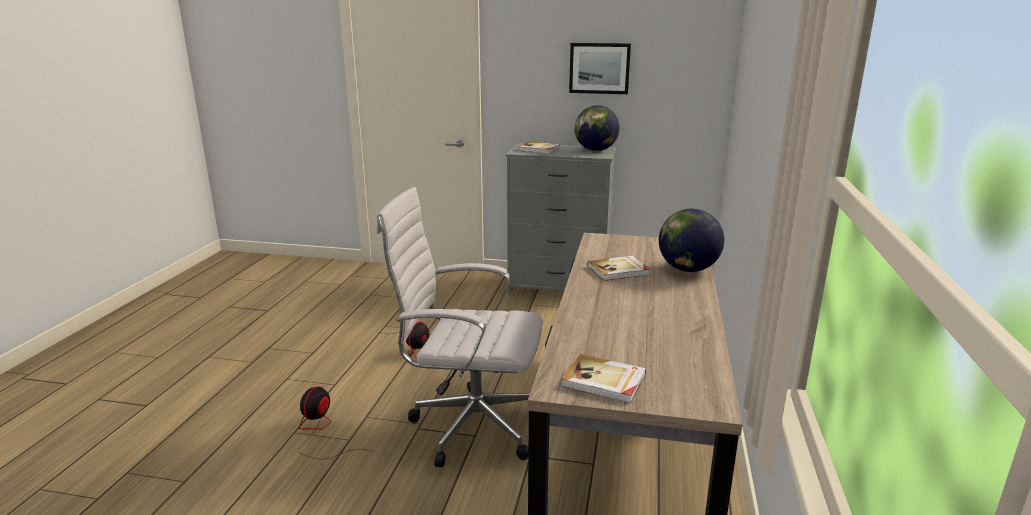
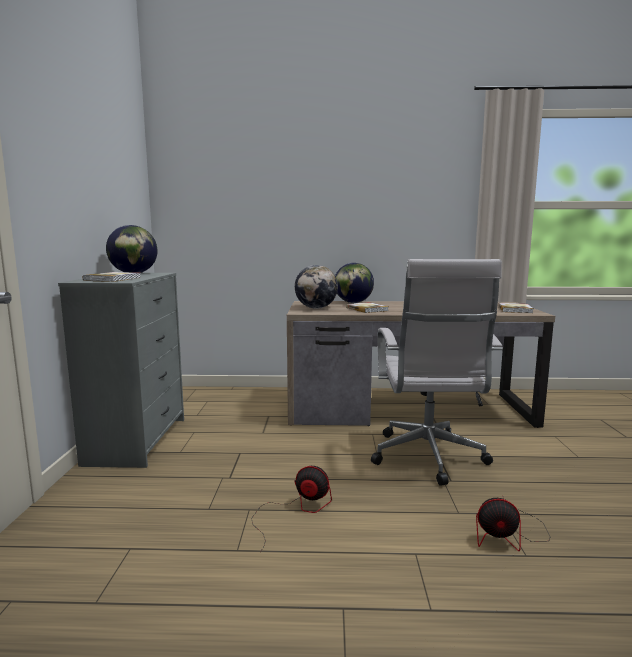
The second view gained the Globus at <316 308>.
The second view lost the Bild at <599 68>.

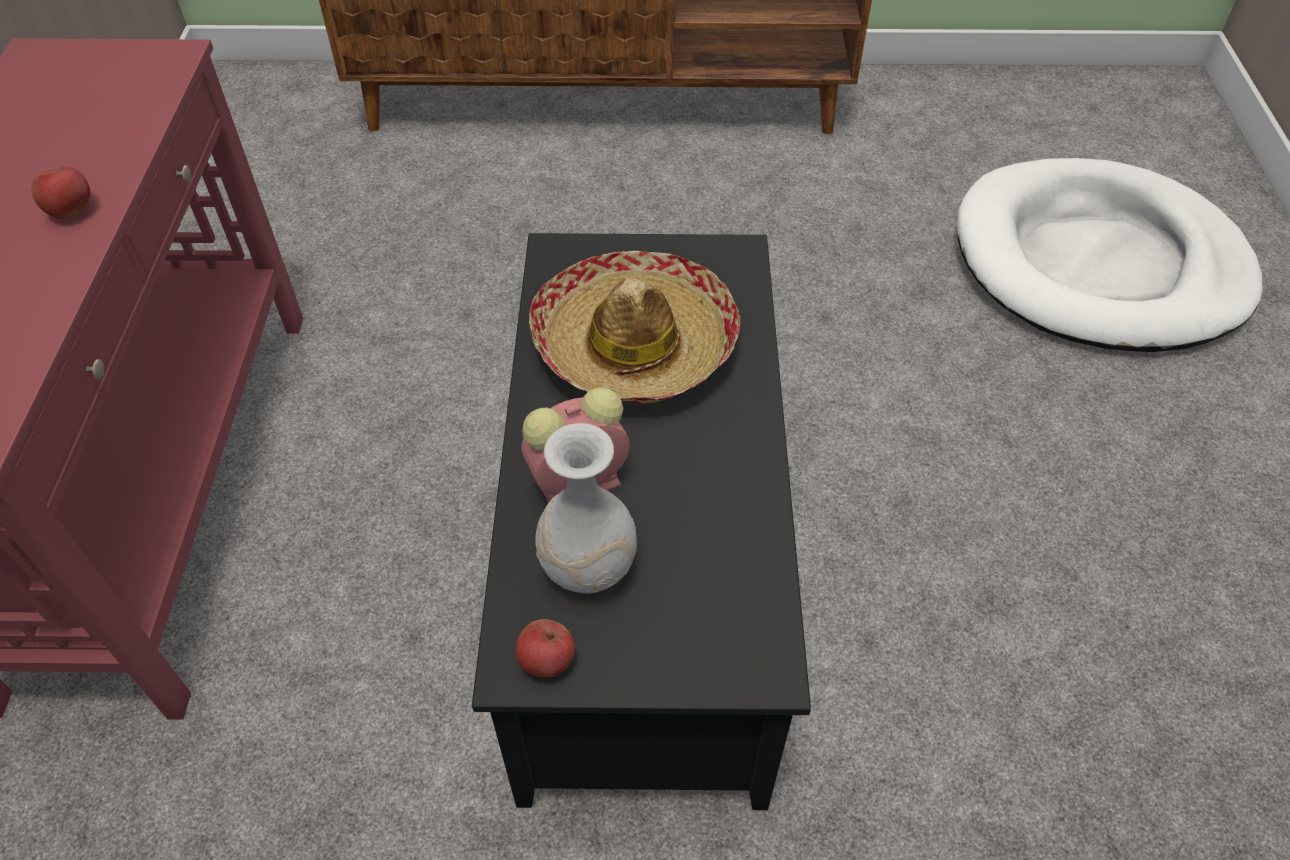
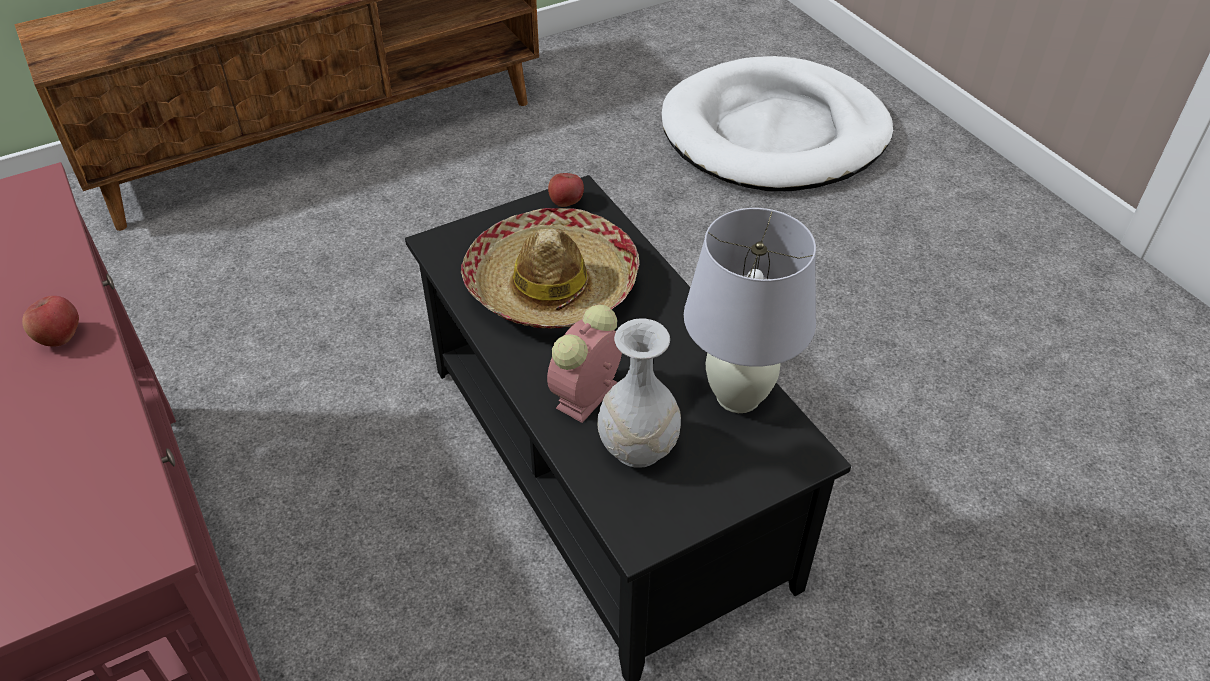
The Apfel ended up elsewhere, having gone from <546 661> to <566 202>.
The second view gained the Tischlampe/weiß at <738 396>.

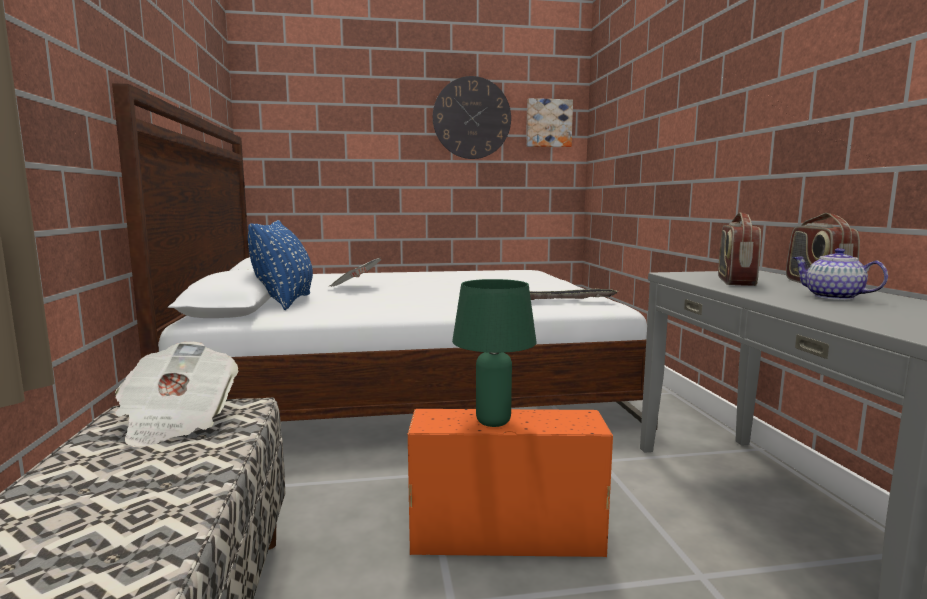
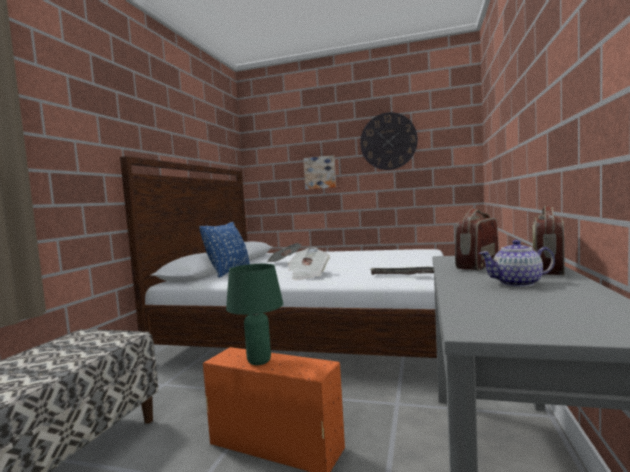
The Zeitung ended up elsewhere, having gone from <177 421> to <308 275>.
The Bild ended up elsewhere, having gone from <548 123> to <320 172>.
The Teekanne at <834 297> ended up facing another way, 75 degrees counterclockwise from before.

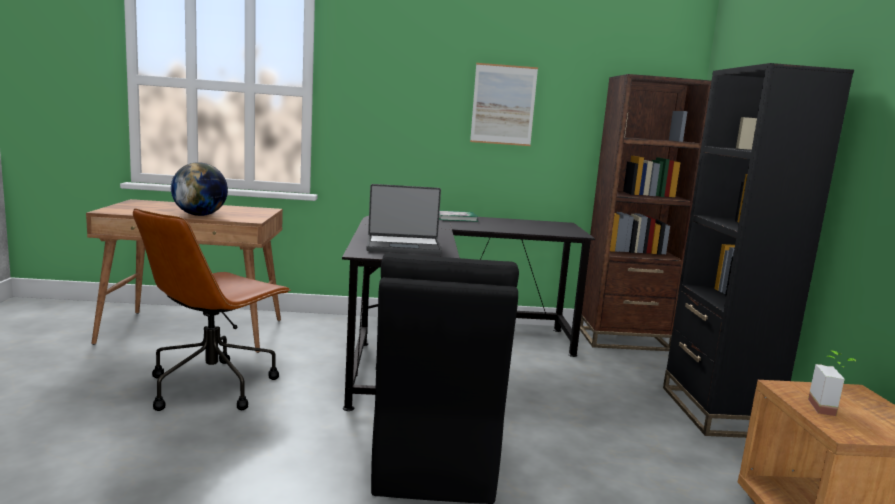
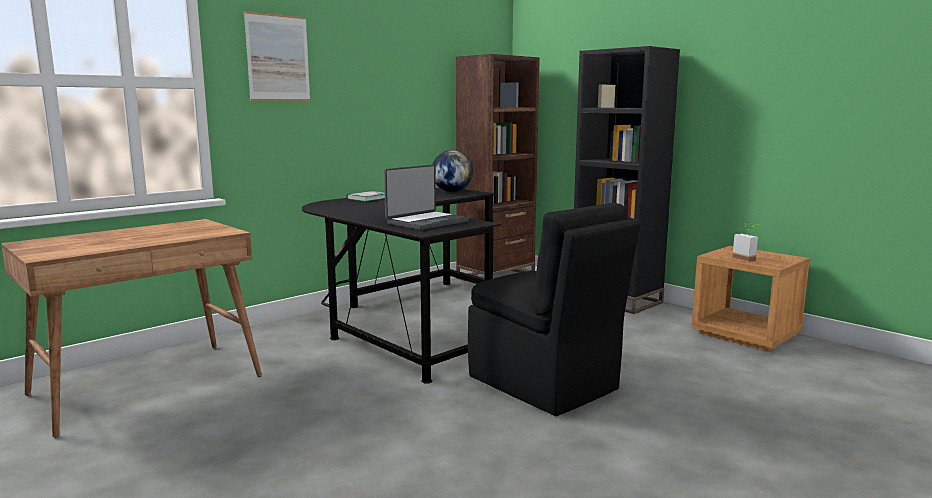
The Bild ended up elsewhere, having gone from <503 105> to <278 58>.
The Globus ended up elsewhere, having gone from <200 215> to <452 191>.
The second view lost the Bürostuhl/braun at <213 385>.

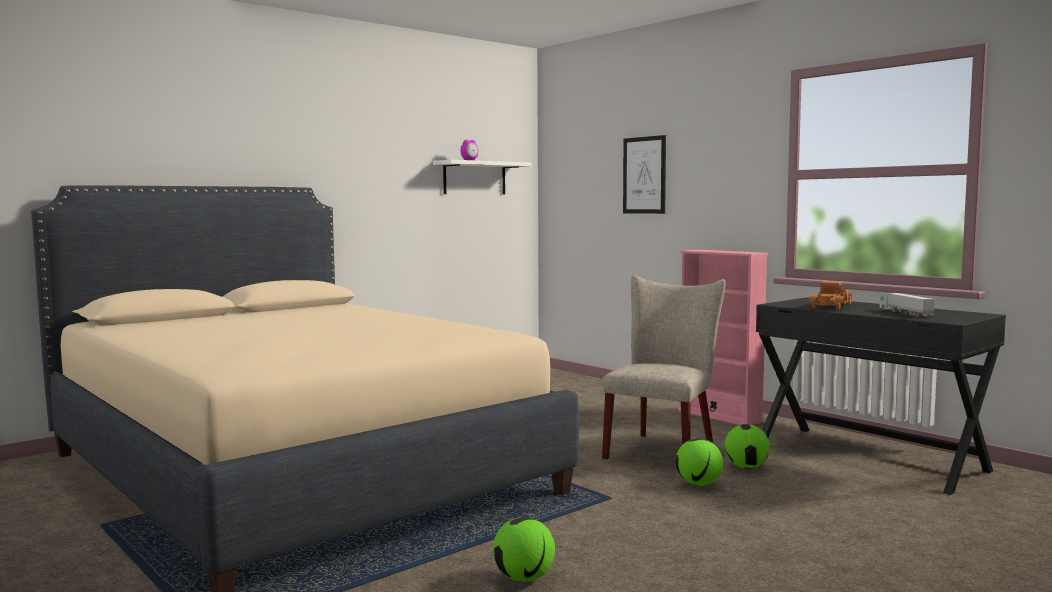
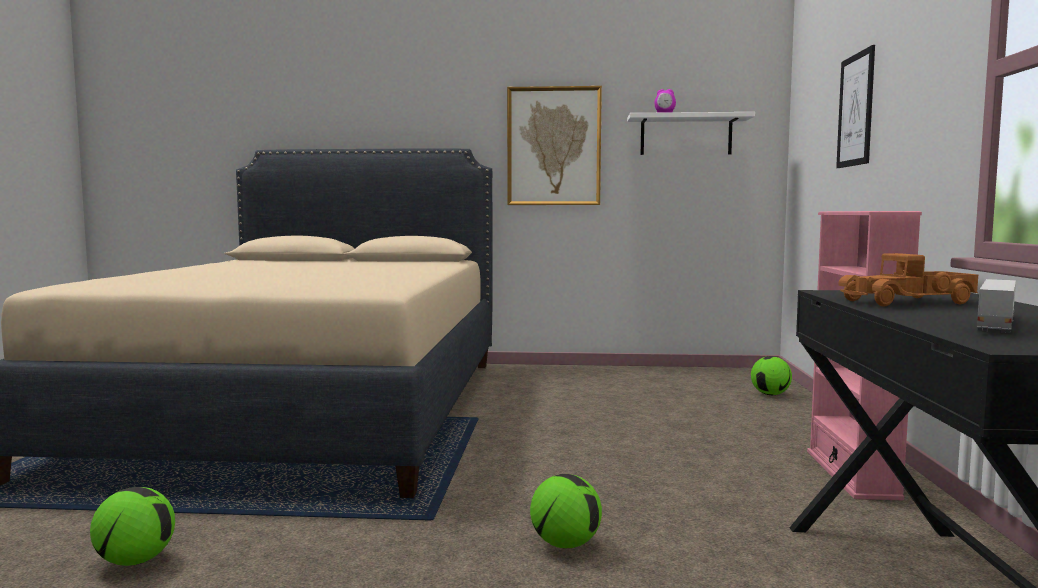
The second view gained the Bild at <554 146>.
The Fußball ended up elsewhere, having gone from <746 467> to <770 394>.
The second view lost the Stuhl/beige at <663 449>.

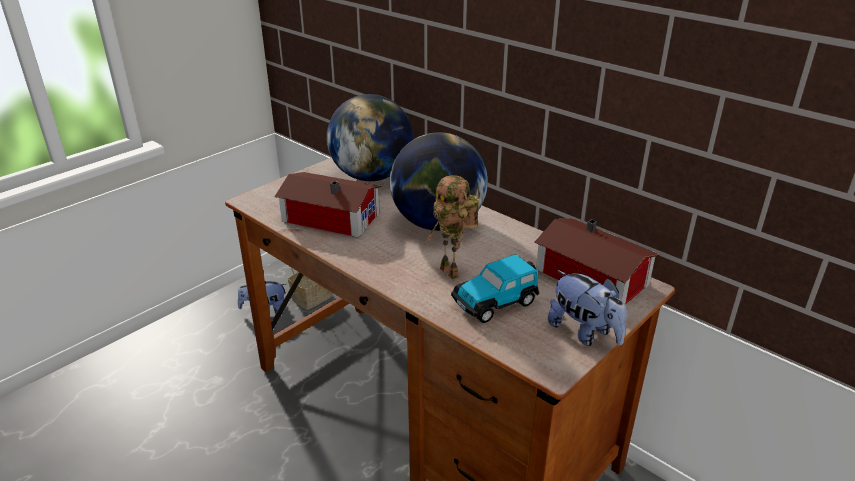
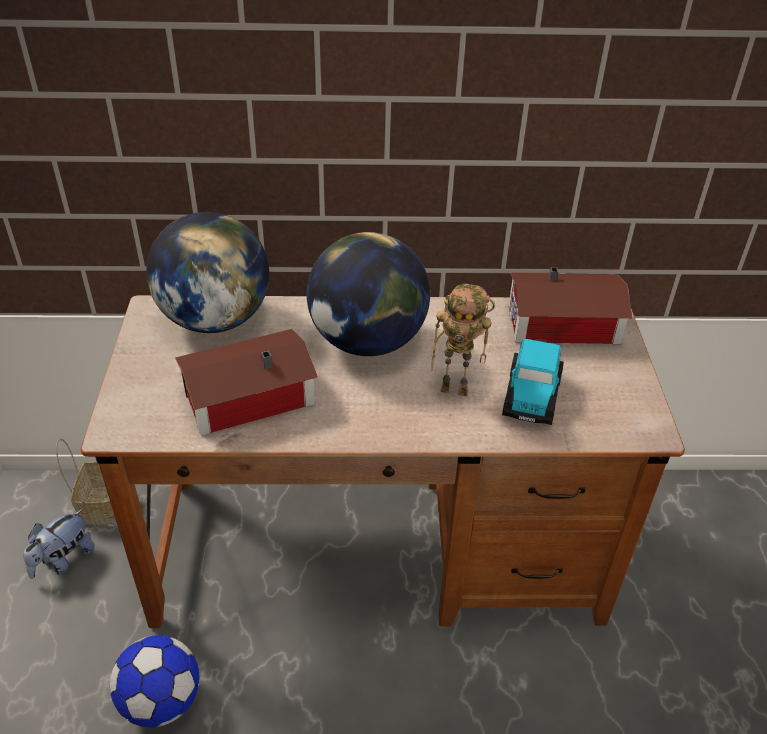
The second view gained the Fußball at <161 701>.
The second view lost the Plüschtier at <584 332>.

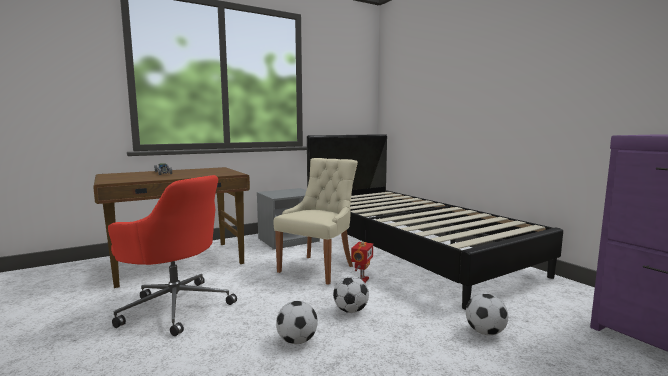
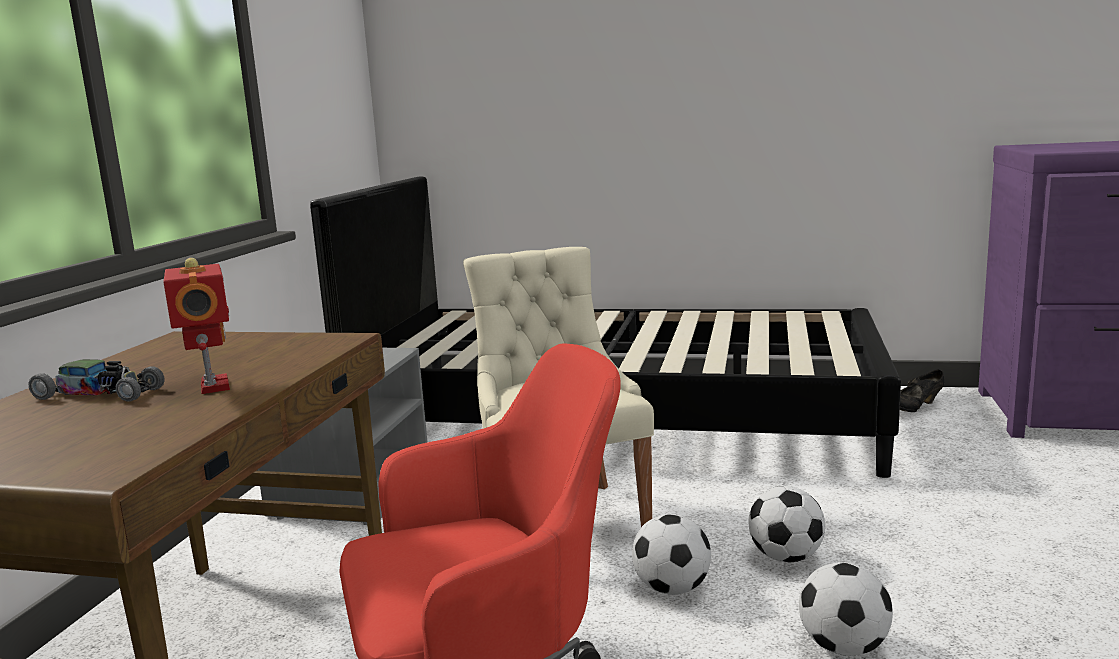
The Spielzeugroboter ended up elsewhere, having gone from <362 280> to <211 387>.
The Fußball ended up elsewhere, having gone from <485 332> to <672 589>.
The second view gained the Schuh/schwarz at <916 408>.

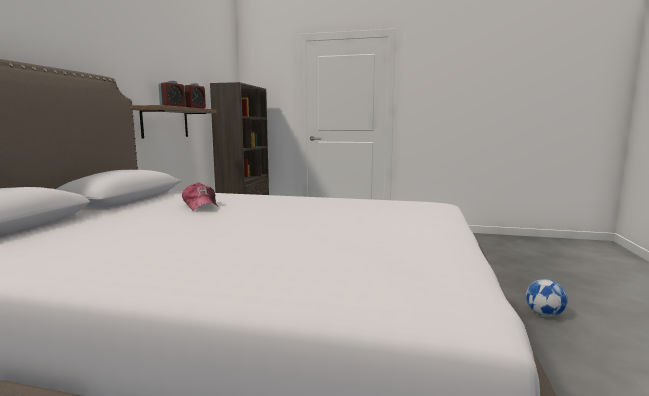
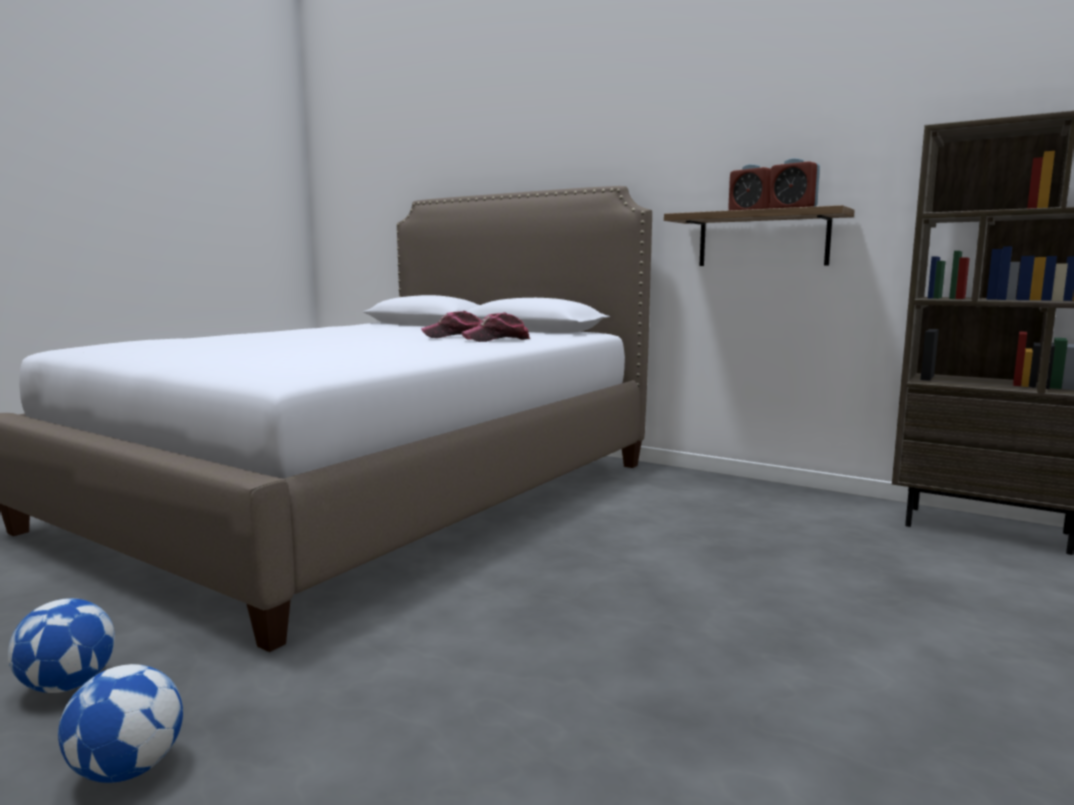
The second view gained the Fußball at <68 685>.
The second view gained the Kappe at <497 339>.

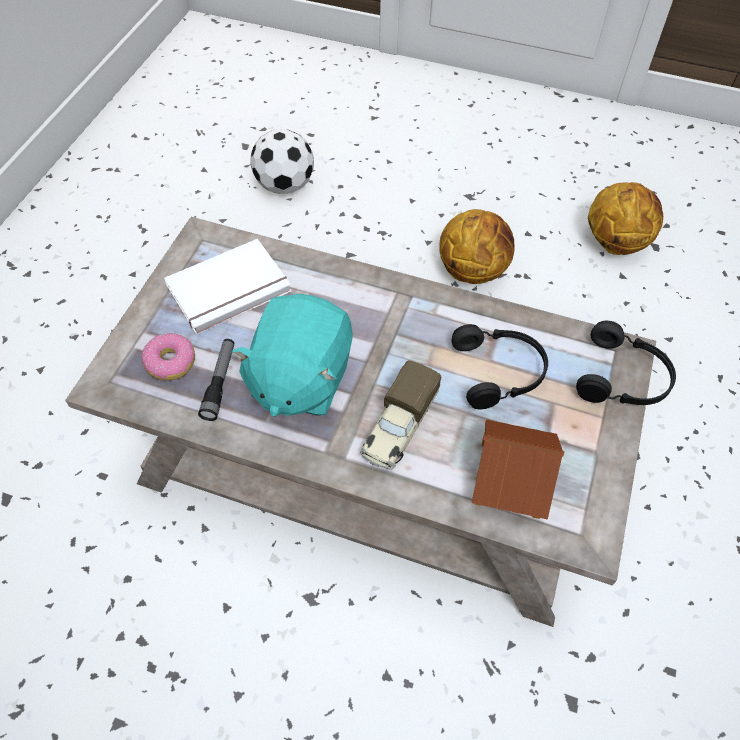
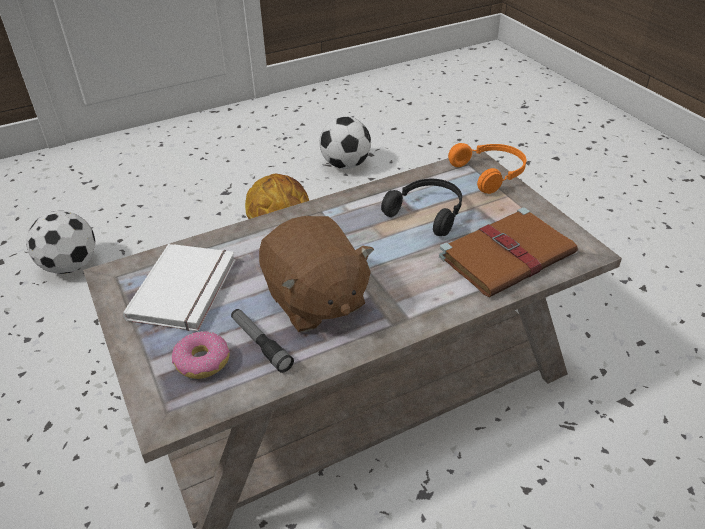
What was the Plüschtier/türkis at <299 378> turned into the Plüschtier/braun at <315 300>.
Where the Basketball stood at <615 242>, the Fußball came to stand at <345 165>.
Where the Spielzeughaus stood at <509 477>, the Buch/braun came to stand at <508 254>.
What was the Kopfhörer/schwarz at <623 378> turned into the Kopfhörer/orange at <491 173>.
The second view lost the Spielzeuglaster at <398 428>.

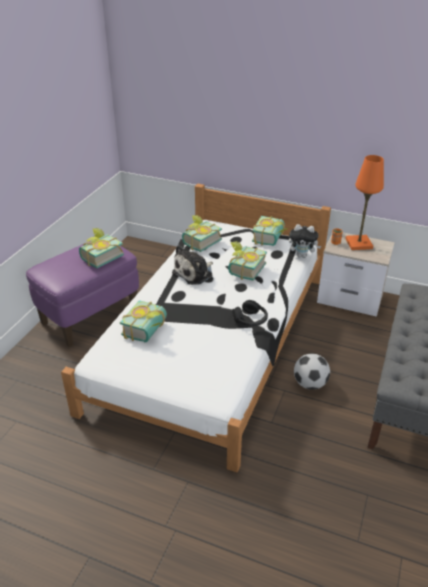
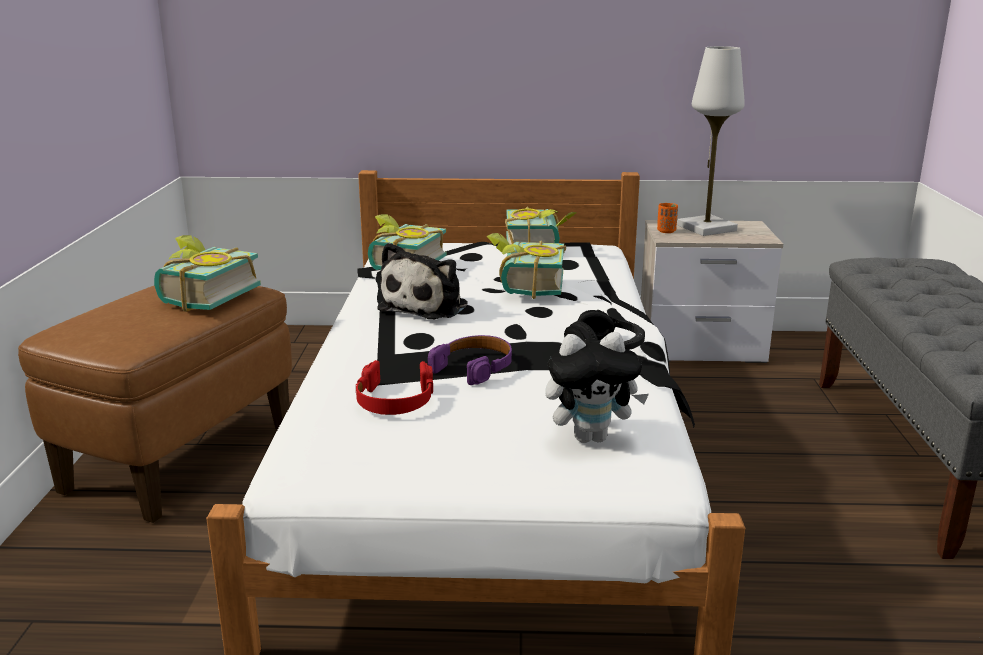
What was the Polsterhocker/lila at <91 316> turned into the Polsterhocker/braun at <182 458>.
Where the Buch stood at <148 331>, the Kopfhörer/rot came to stand at <394 400>.
The second view gained the Kopfhörer/lila at <474 367>.
The Plüschtier ended up elsewhere, having gone from <302 256> to <591 437>.
What was the Tischlampe/orange at <358 244> turned into the Tischlampe/weiß at <706 228>.
The second view lost the Fußball at <310 384>.

